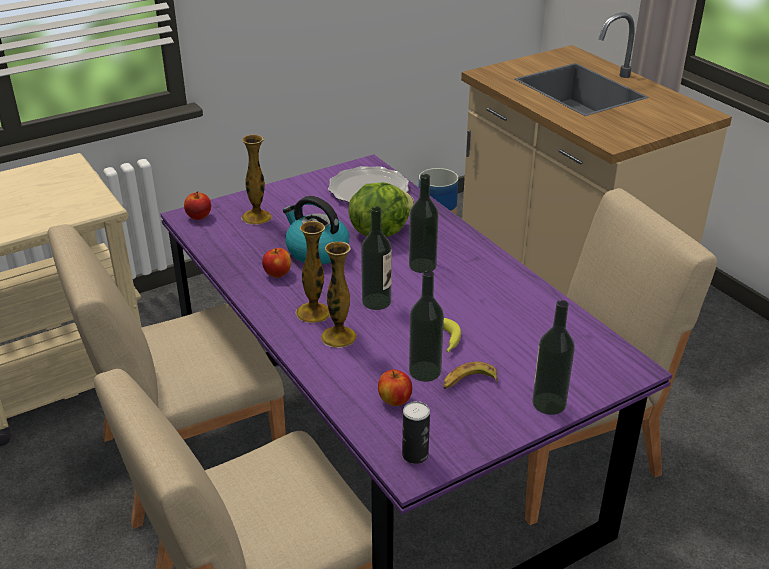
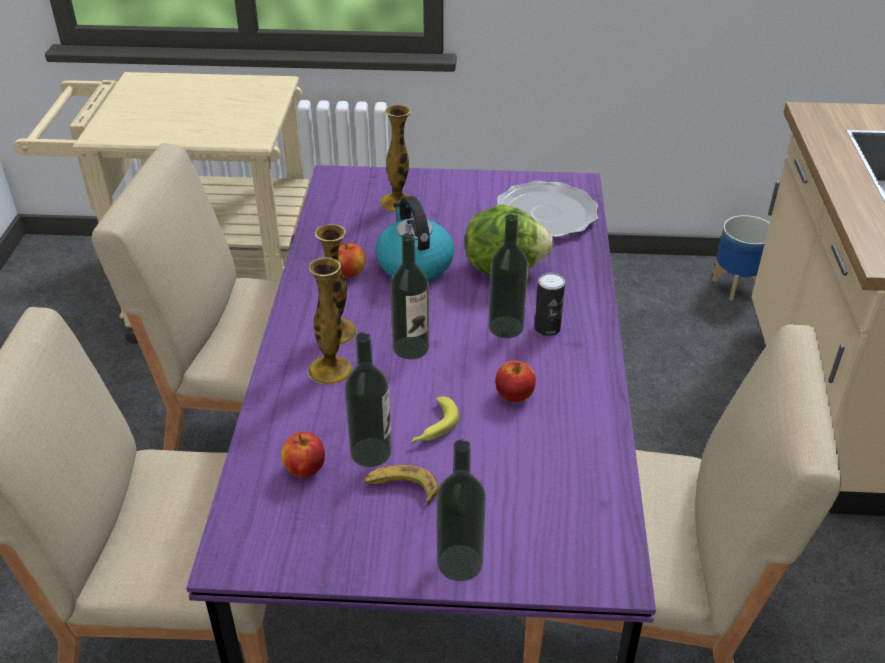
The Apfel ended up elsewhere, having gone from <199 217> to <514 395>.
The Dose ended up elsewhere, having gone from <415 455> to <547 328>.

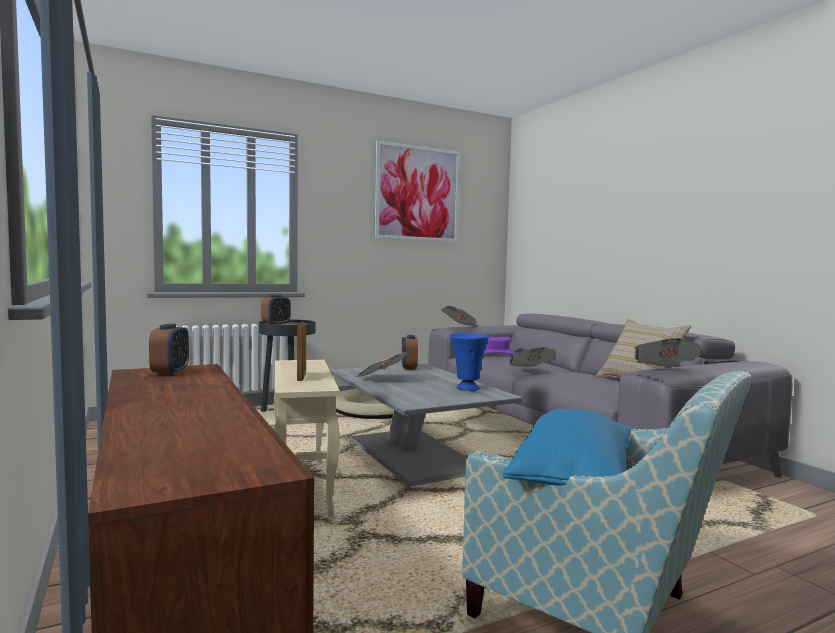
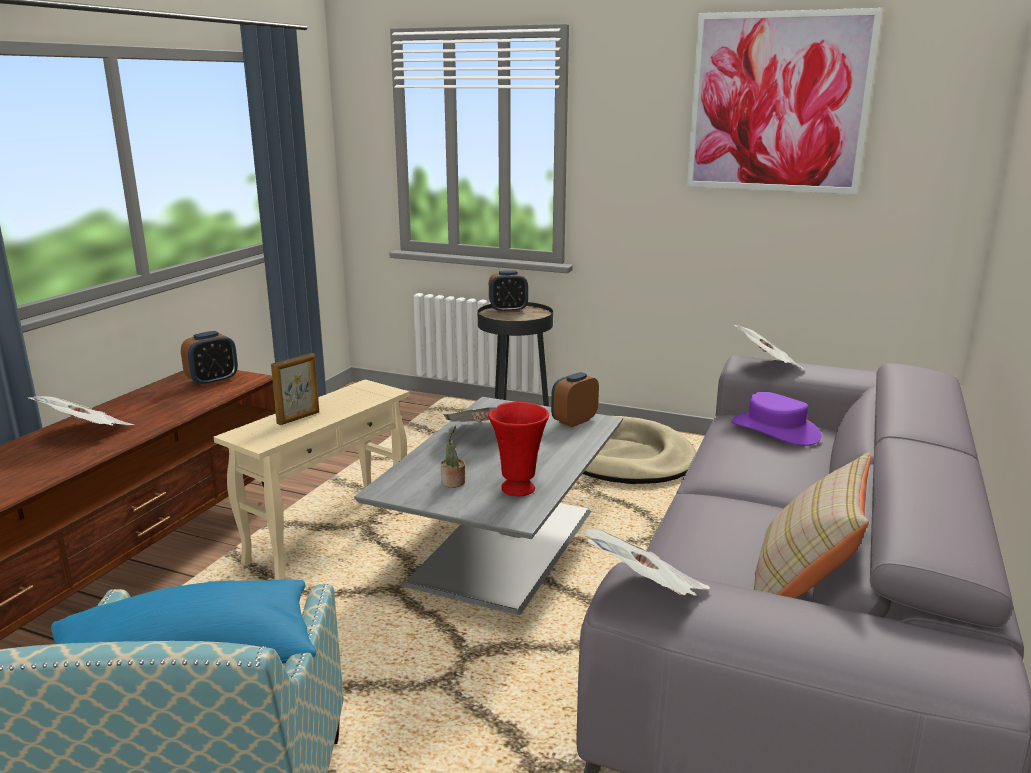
The Zeitung ended up elsewhere, having gone from <531 371> to <87 432>.
The second view gained the Topfpflanze at <453 483>.
What was the Vase/blau at <467 388> turned into the Vase/rot at <518 488>.

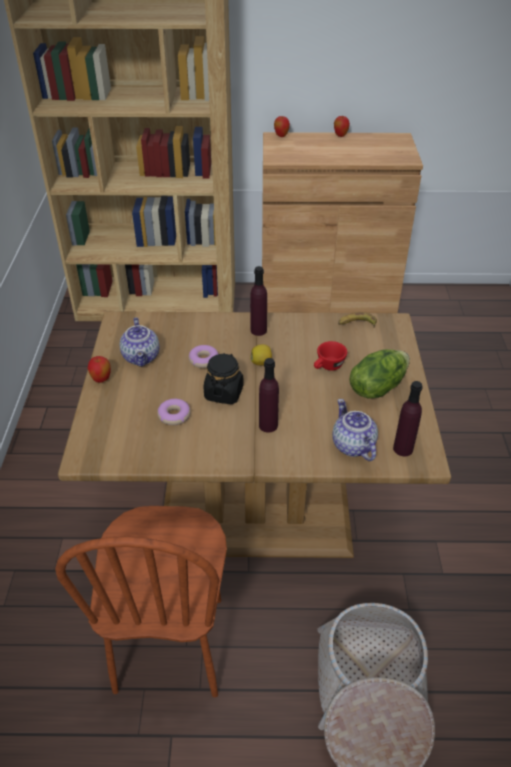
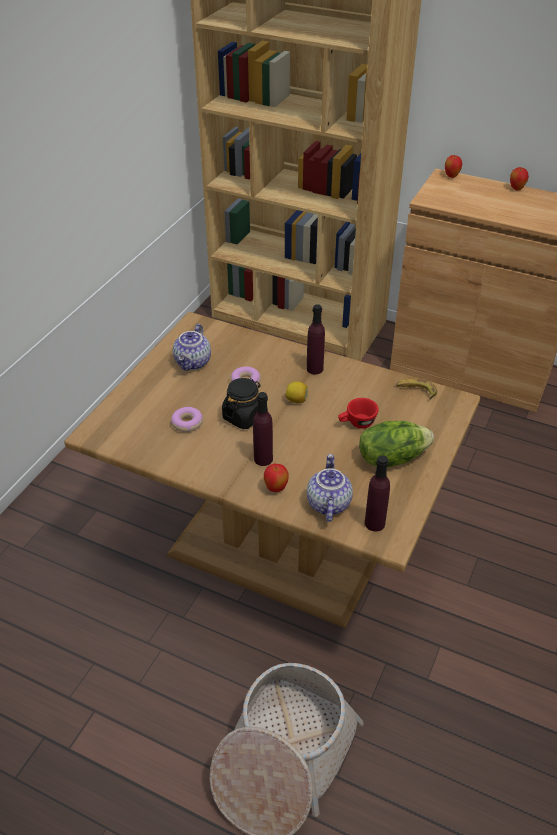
The Apfel ended up elsewhere, having gone from <101 380> to <276 488>.
The second view lost the Stuhl/braun at <171 644>.

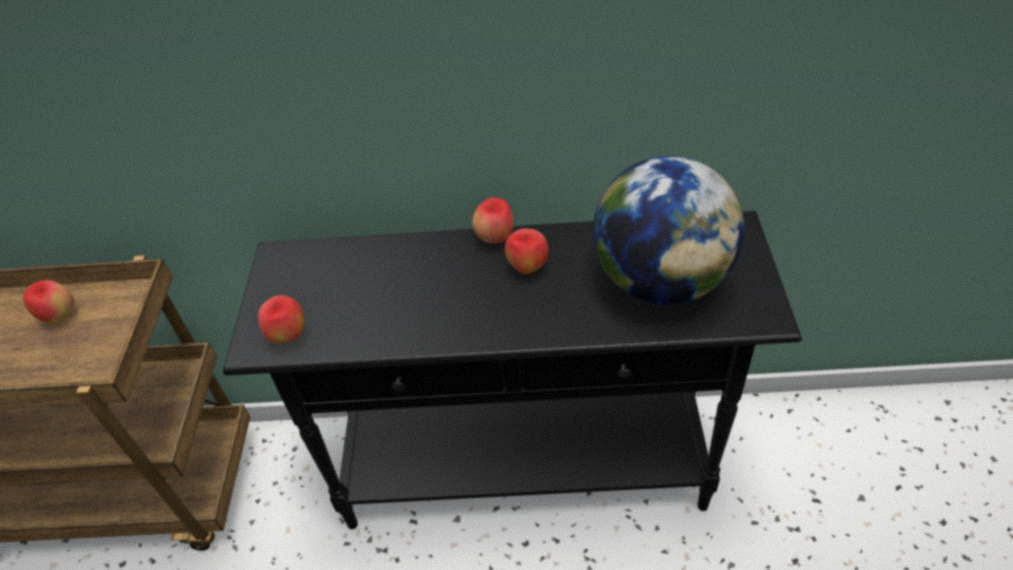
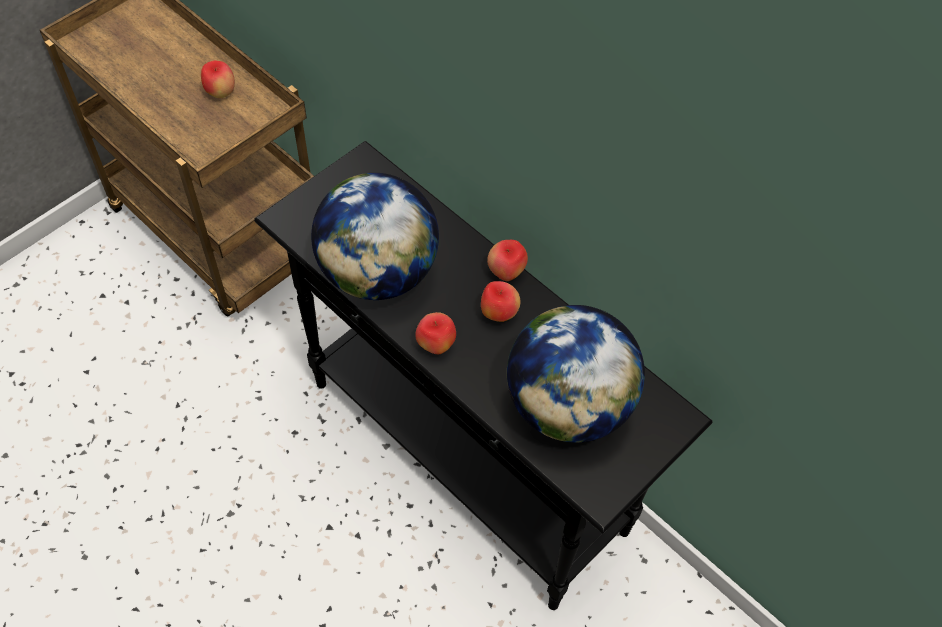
The second view gained the Globus at <378 273>.
The Apfel ended up elsewhere, having gone from <288 335> to <436 344>.

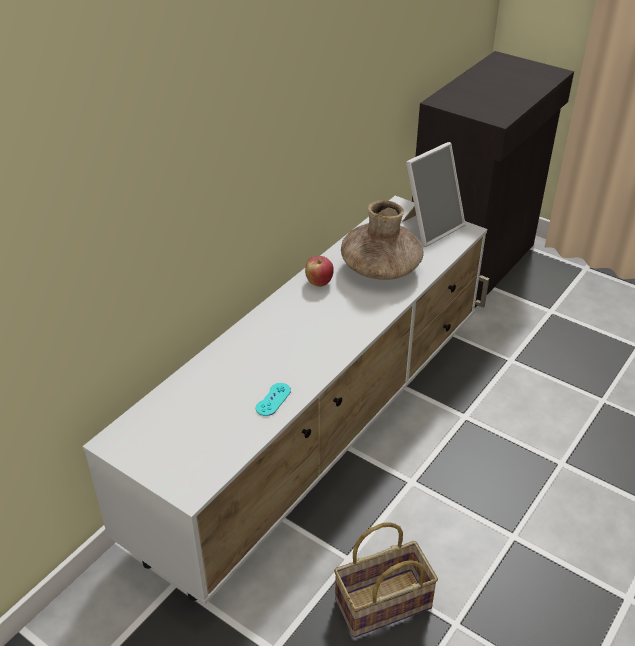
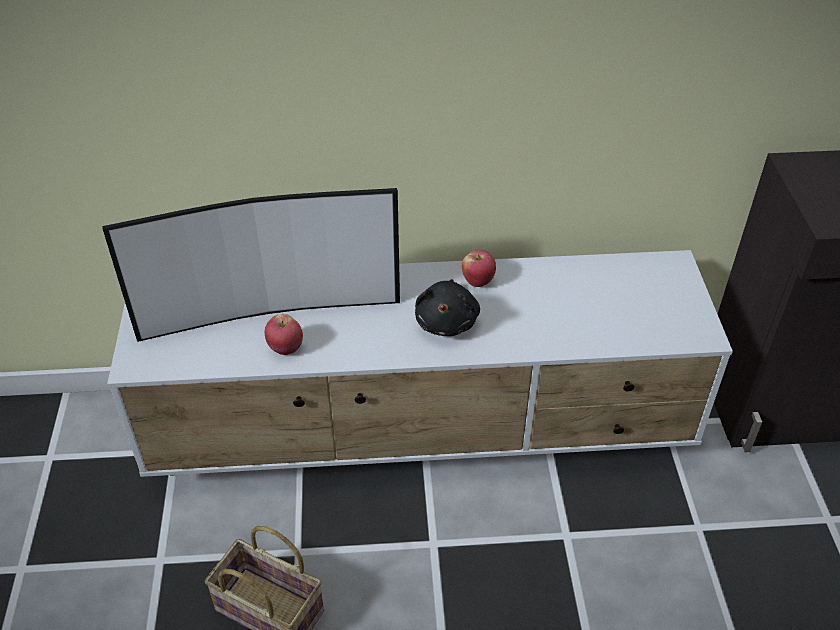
The second view gained the Fernseher at <270 313>.
Where the Gamepad/türkis stood at <273 399>, the Apfel came to stand at <285 348>.
The second view gained the Plüschtier/schwarz at <447 321>.
The second view lost the Vase/braun at <380 269>.
The second view lost the Bilderrahmen at <430 227>.

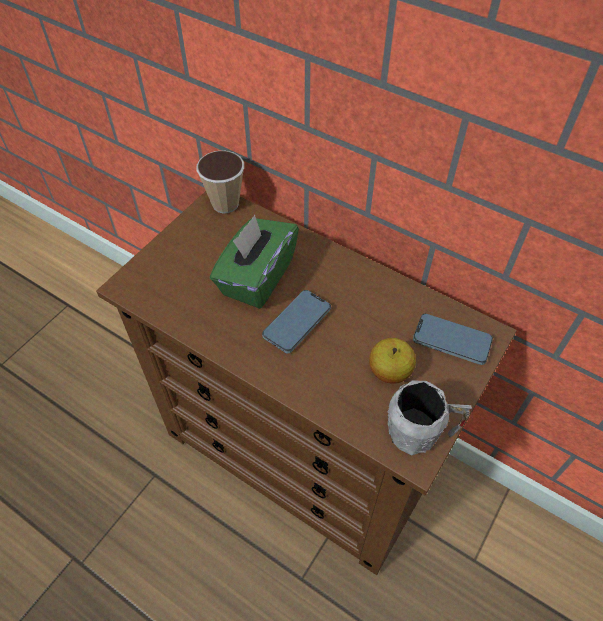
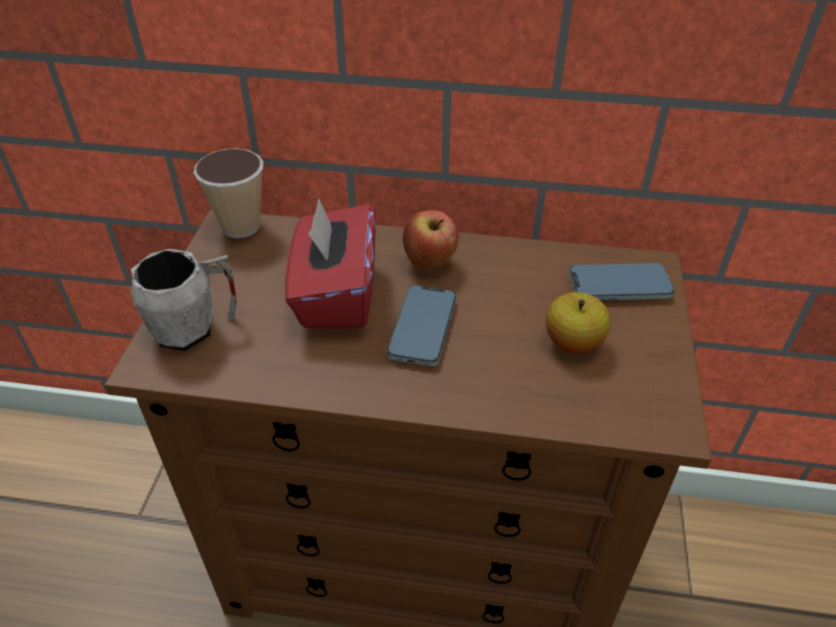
The Henkelbecher/grau ended up elsewhere, having gone from <420 433> to <195 327>.
What was the Taschentuchbox/grün at <256 278> turned into the Taschentuchbox/rot at <336 295>.
The second view gained the Apfel at <430 263>.

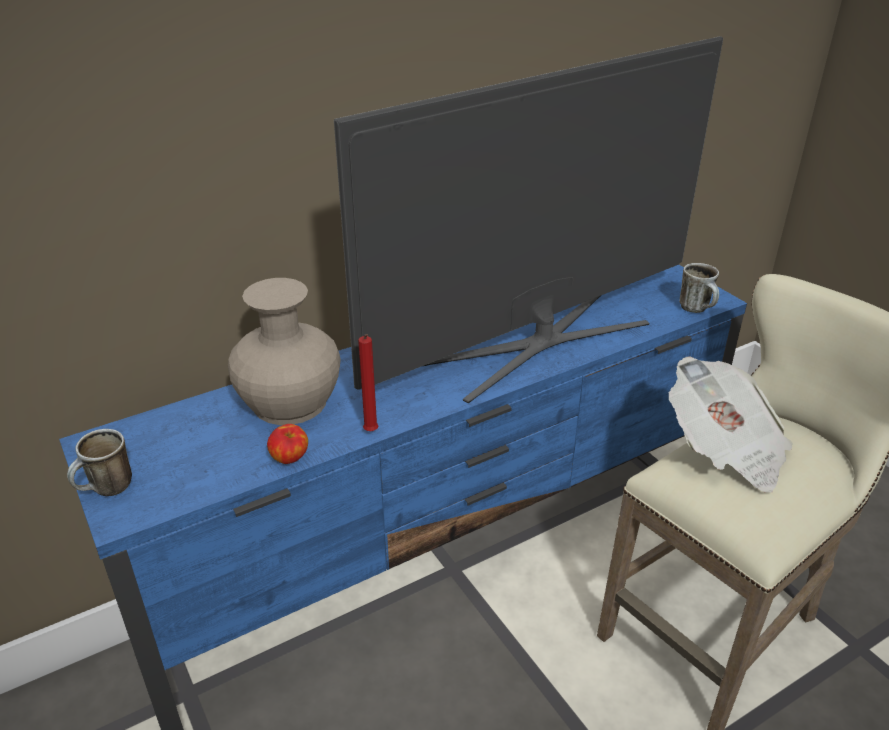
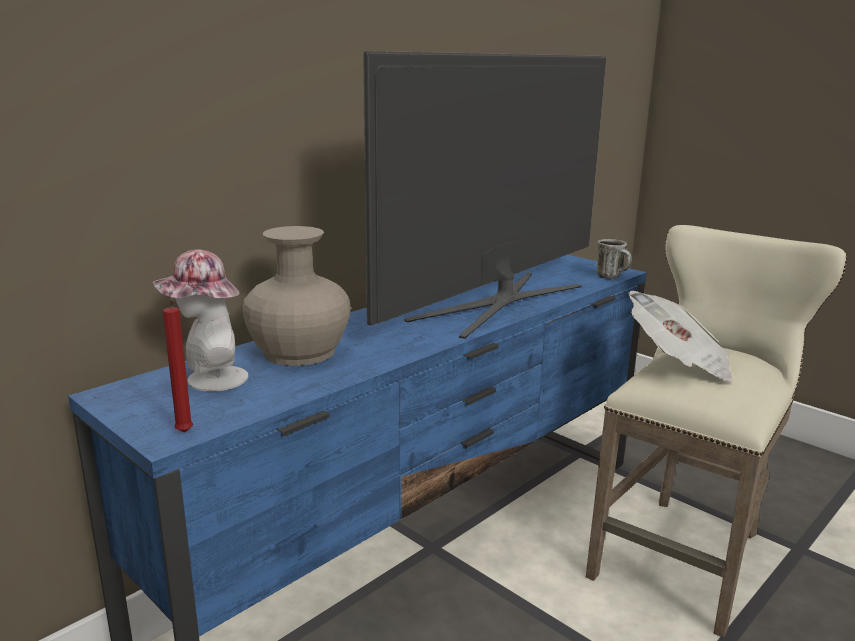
The second view gained the Hut at <209 380>.
The Kerze/rot ended up elsewhere, having gone from <371 433> to <184 434>.
The second view lost the Henkelbecher at <107 491>.
The second view lost the Apfel at <290 458>.

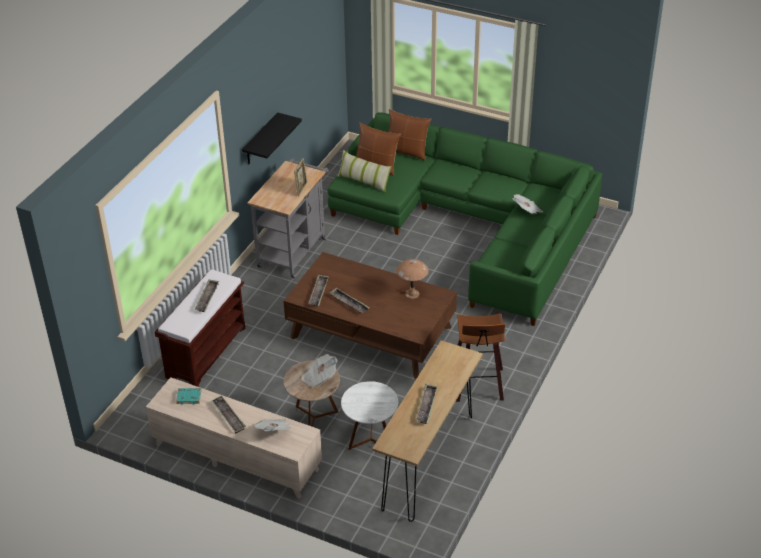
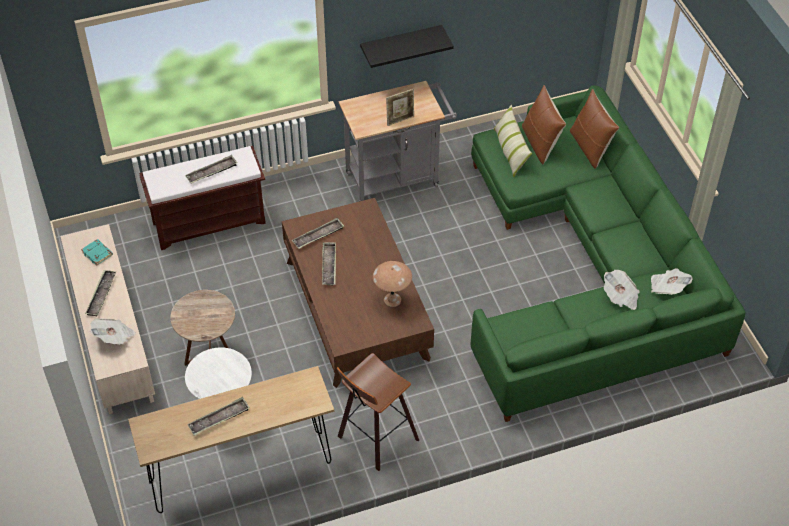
The Zeitung ended up elsewhere, having gone from <319 378> to <668 287>.

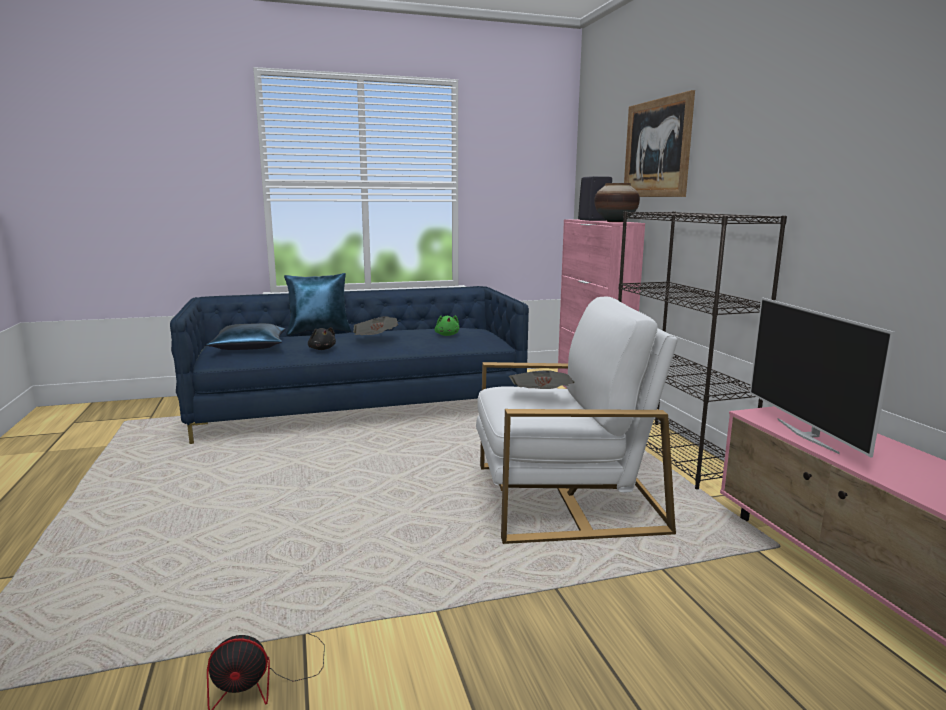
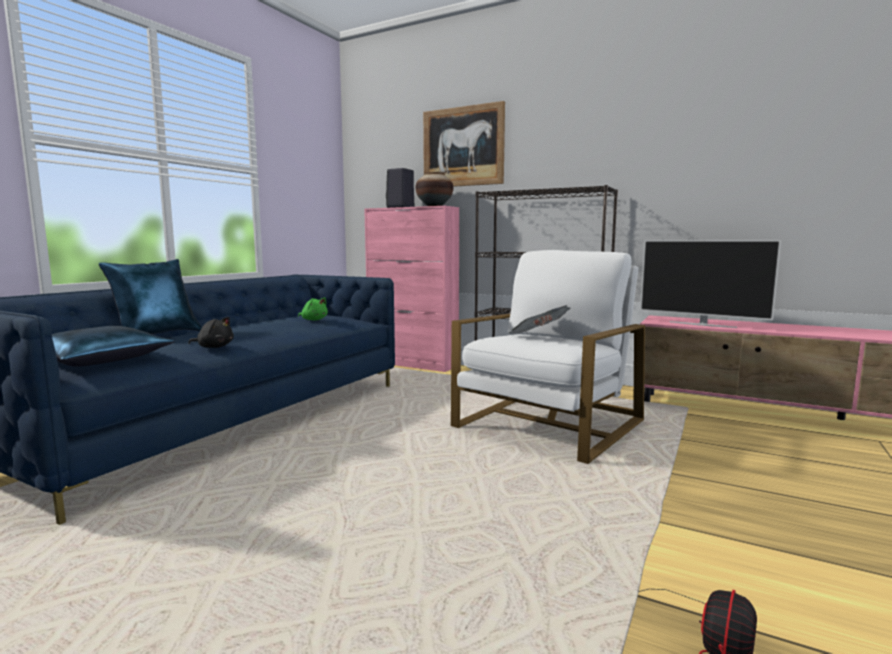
The second view lost the Zeitung at <375 339>.

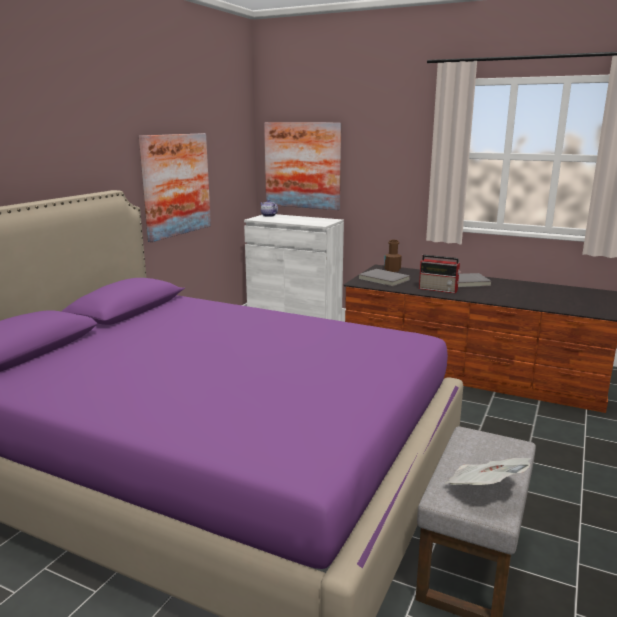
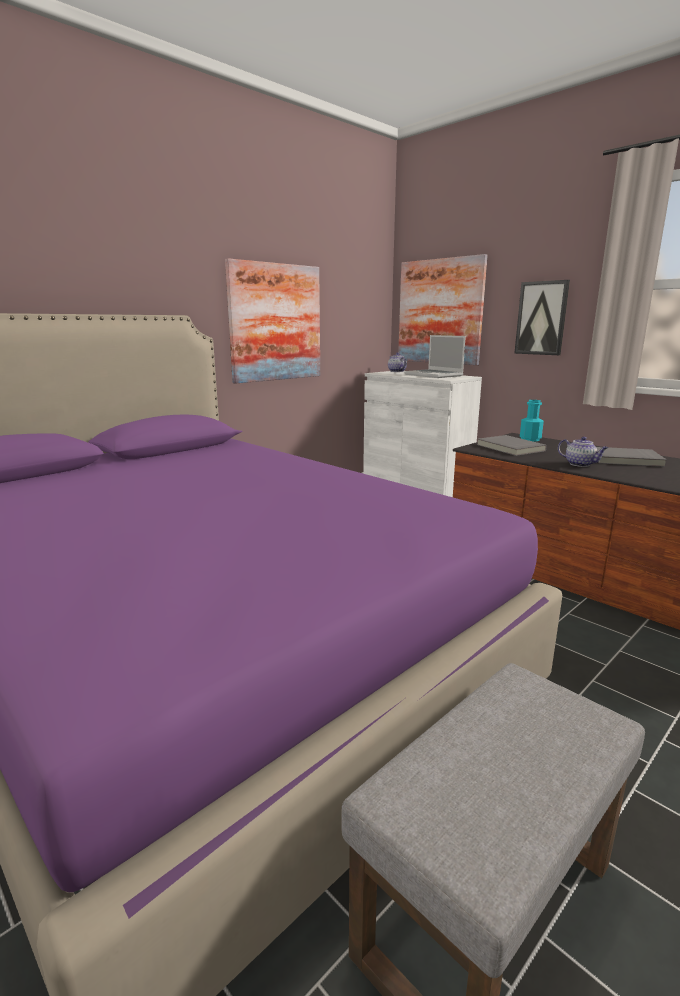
The second view gained the Laptop at <434 375>.
The second view gained the Bild at <541 318>.
What was the Flasche/braun at <392 270> turned into the Flasche/türkis at <530 439>.
Where the Radio stood at <439 289>, the Teekanne came to stand at <580 464>.
The second view lost the Zeitung at <484 489>.

